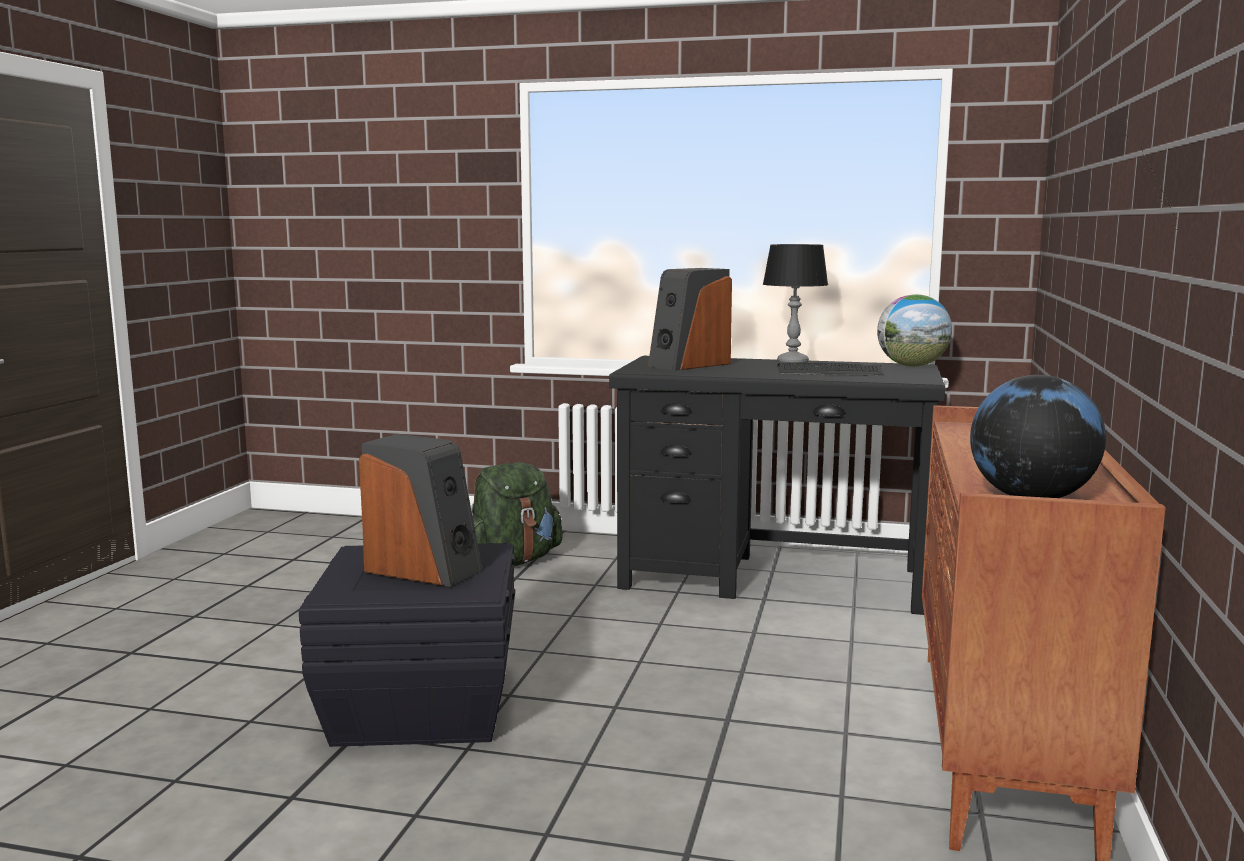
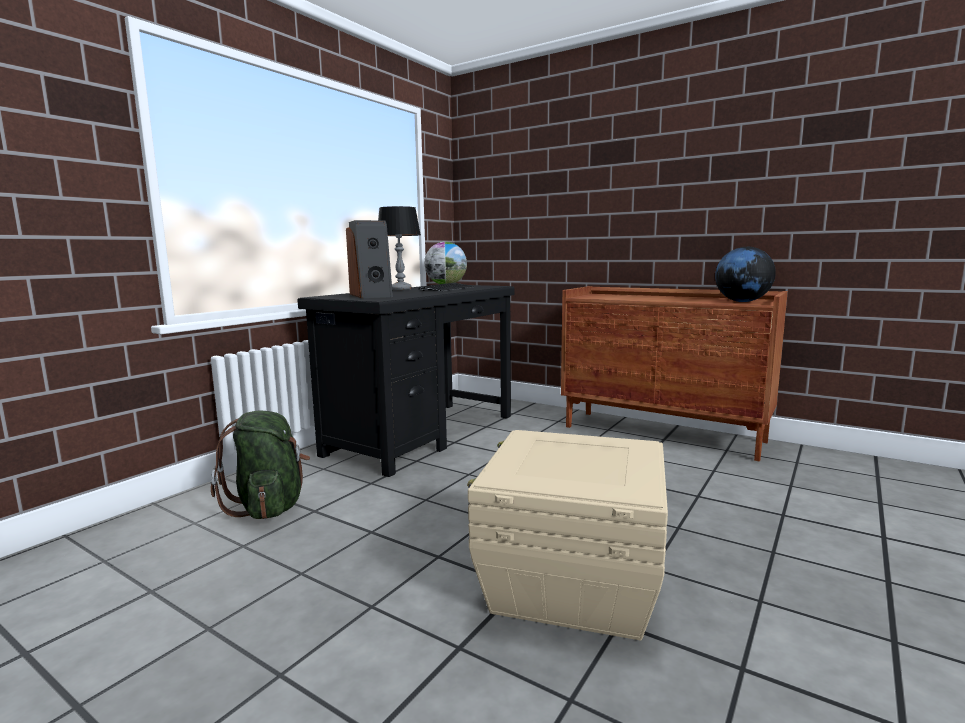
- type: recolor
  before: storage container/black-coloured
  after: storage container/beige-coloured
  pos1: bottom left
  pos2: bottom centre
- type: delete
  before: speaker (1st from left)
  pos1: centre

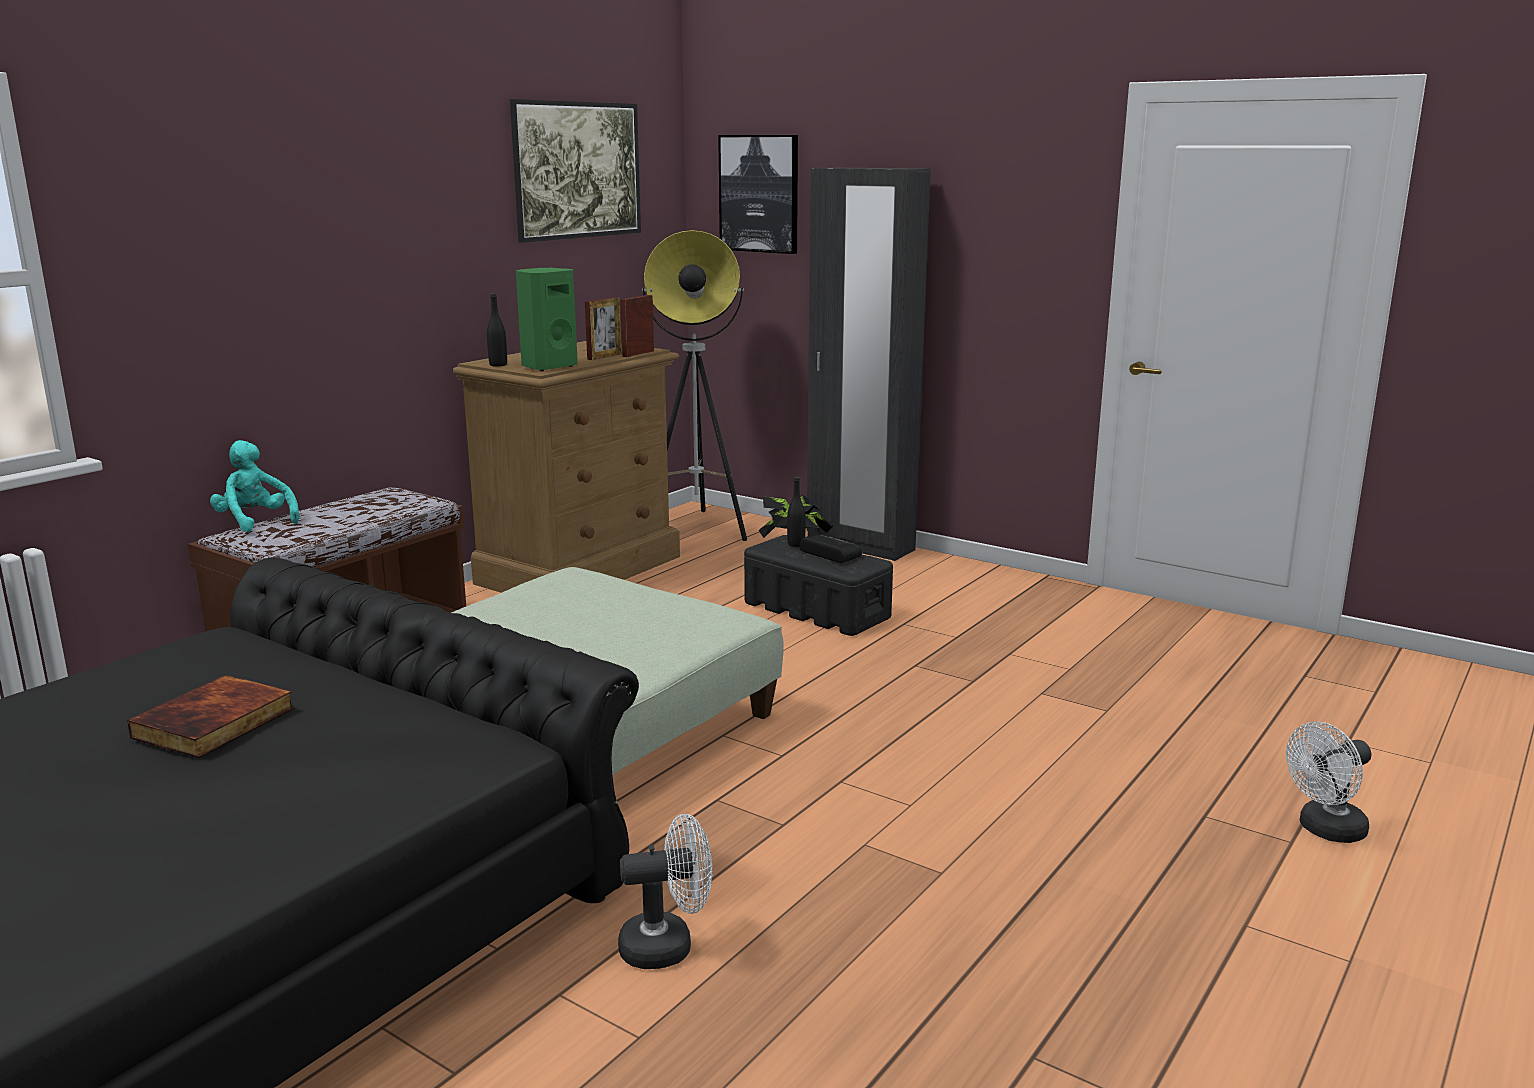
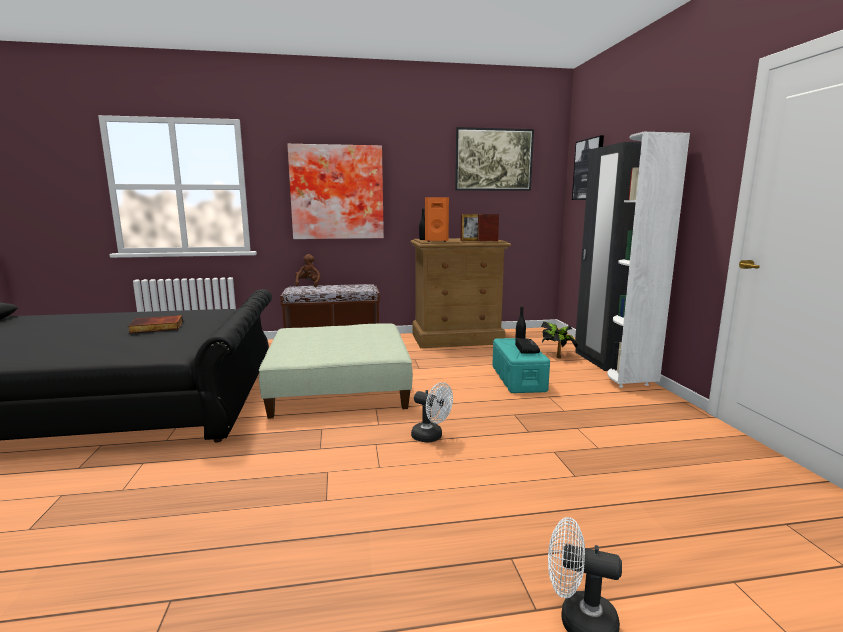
- type: insert
  after: wall picture (1st from left)
  pos2: top centre
- type: recolor
  before: plush toy/turquoise
  after: plush toy/brownish
  pos1: middle left
  pos2: centre
- type: move
  before: electric fan/white (1st from left)
  pos1: bottom centre
  pos2: centre
- type: recolor
  before: speaker/greenish
  after: speaker/orange-coloured
  pos1: top centre
  pos2: centre
- type: recolor
  before: storage container/black-coloured
  after: storage container/turquoise
  pos1: centre
  pos2: centre
- type: insert
  after: bookshelf/white
  pos2: middle right
- type: delete
  before: standard lamp
  pos1: centre

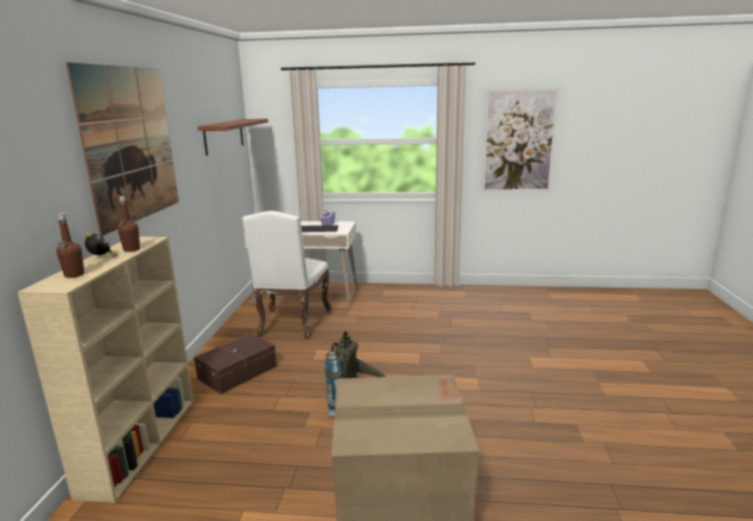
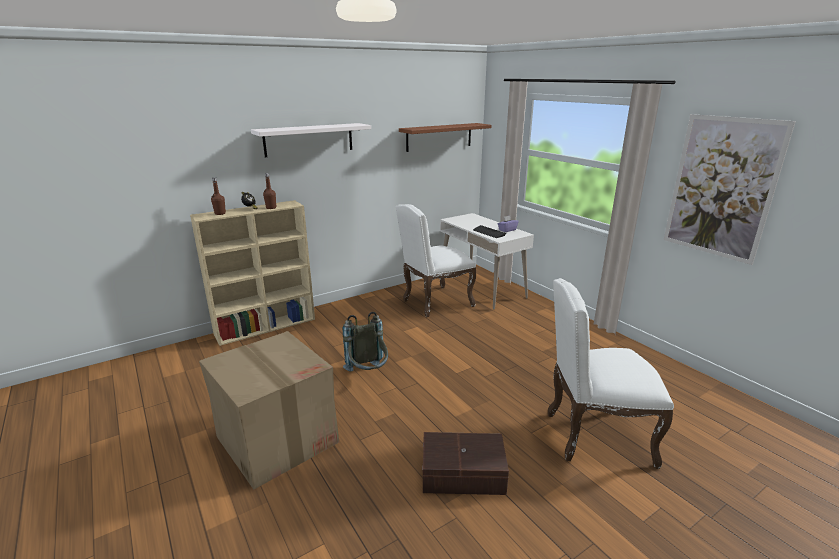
- type: replace
  before: wall picture (1st from left)
  after: bracket shelf/white
  pos1: top left
  pos2: top centre
- type: move
  before: storage container/brownish
  pos1: bottom left
  pos2: bottom centre
- type: insert
  after: chair/white (2nd from left)
  pos2: bottom right

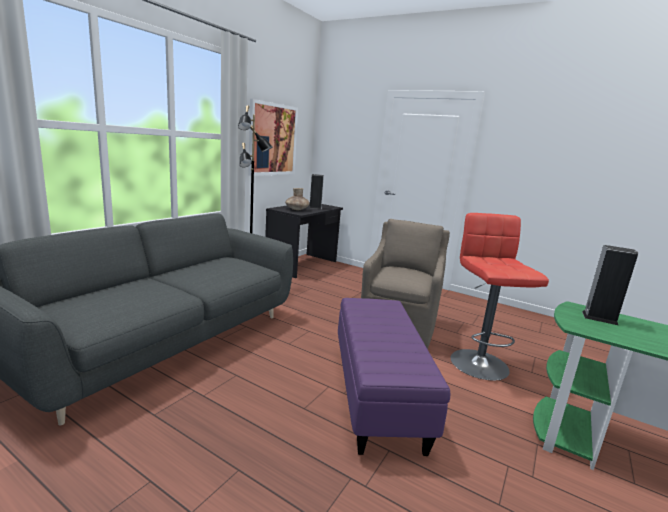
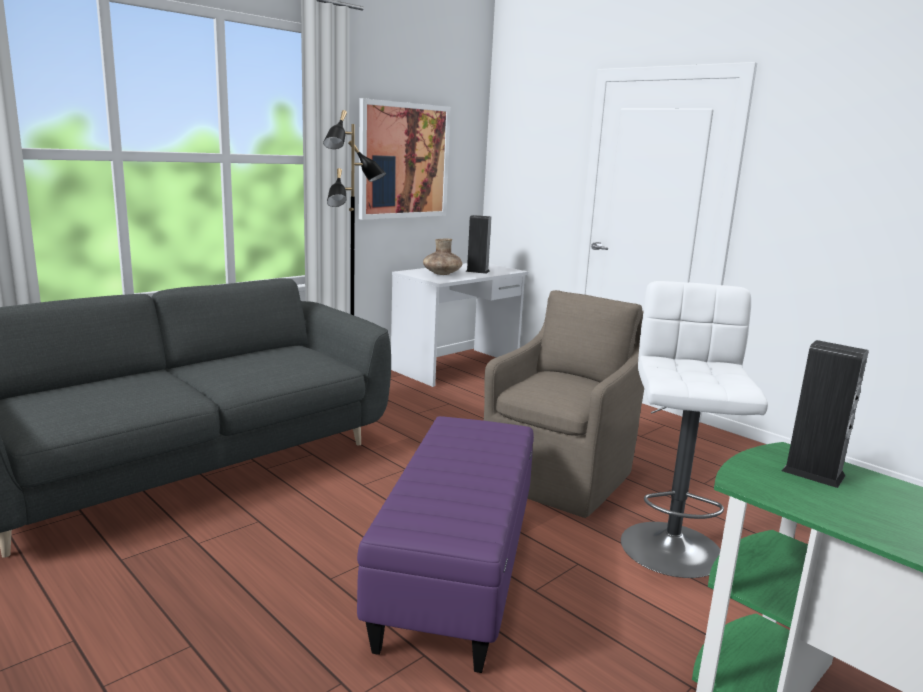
- type: recolor
  before: desk table/black-coloured
  after: desk table/white
  pos1: centre
  pos2: centre
- type: recolor
  before: sitting stool/red-coloured
  after: sitting stool/white
  pos1: middle right
  pos2: middle right

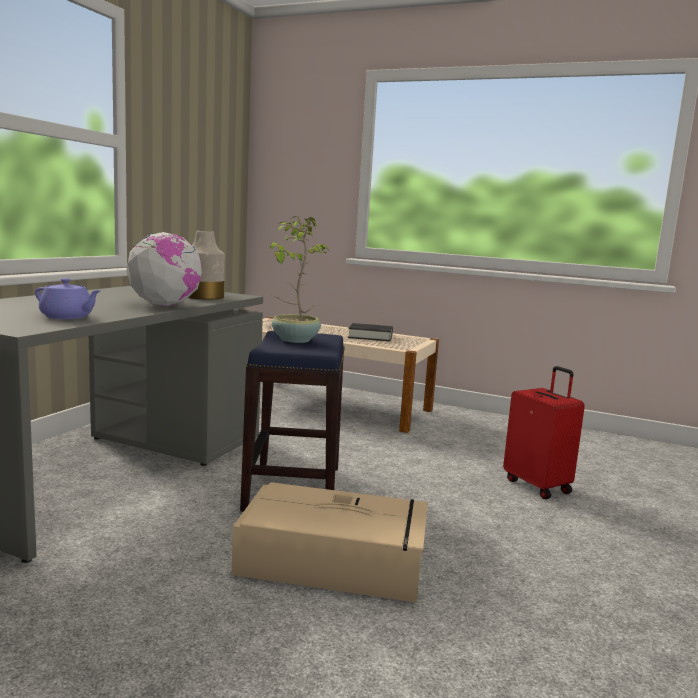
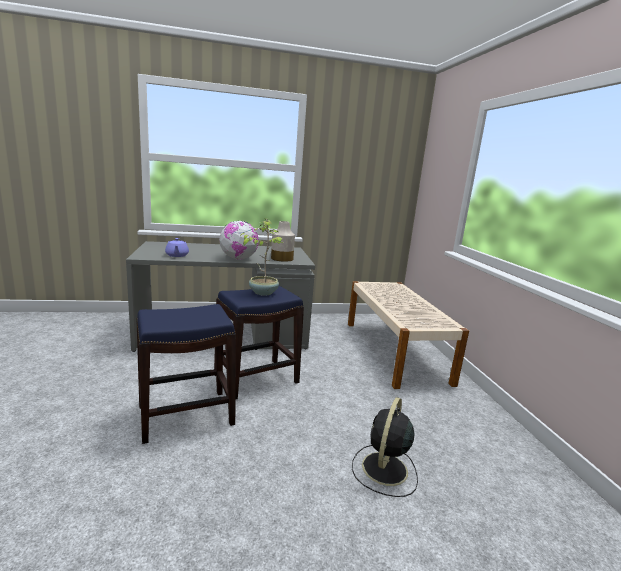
- type: replace
  before: storage container/beige-coloured
  after: sitting stool (1st from left)
  pos1: bottom centre
  pos2: middle left
- type: replace
  before: suitcase/red-coloured
  after: electric fan/black-coloured
  pos1: middle right
  pos2: bottom centre
- type: delete
  before: volume/black-coloured
  pos1: centre

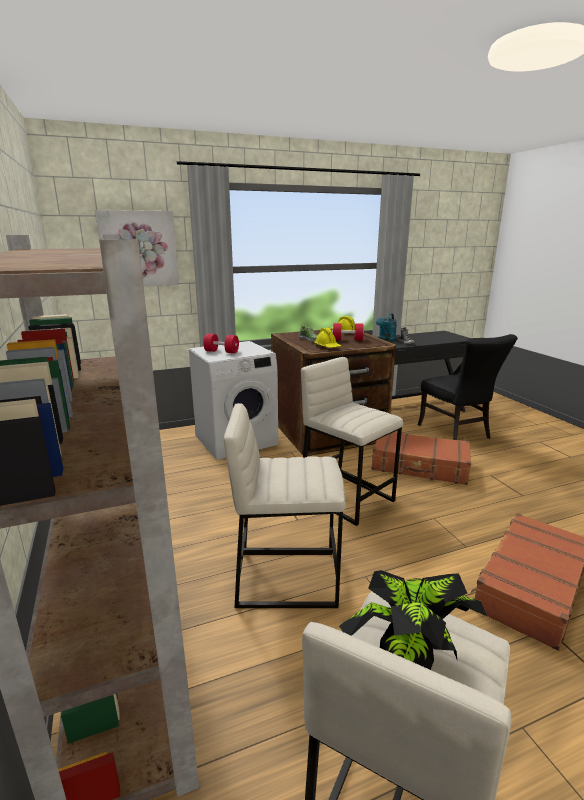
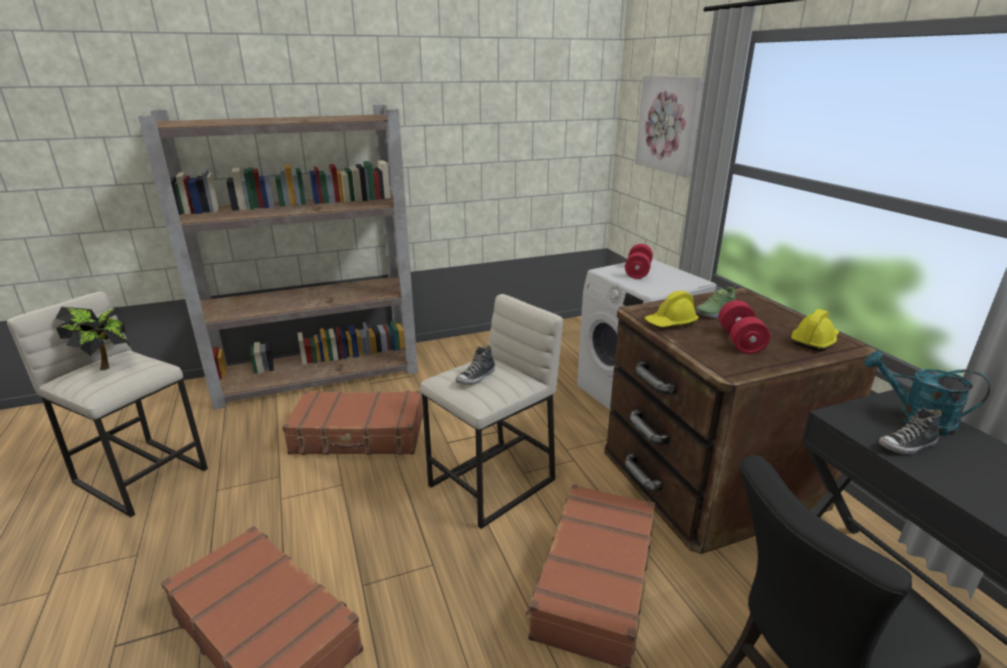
- type: replace
  before: sitting stool/beige-coloured (1st from left)
  after: suitcase/brownish (2nd from left)
  pos1: centre
  pos2: centre
- type: insert
  after: shoe (1st from left)
  pos2: centre

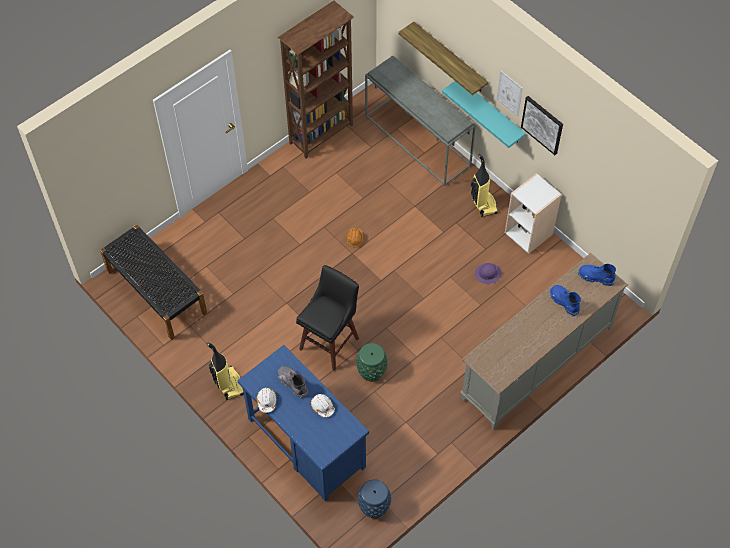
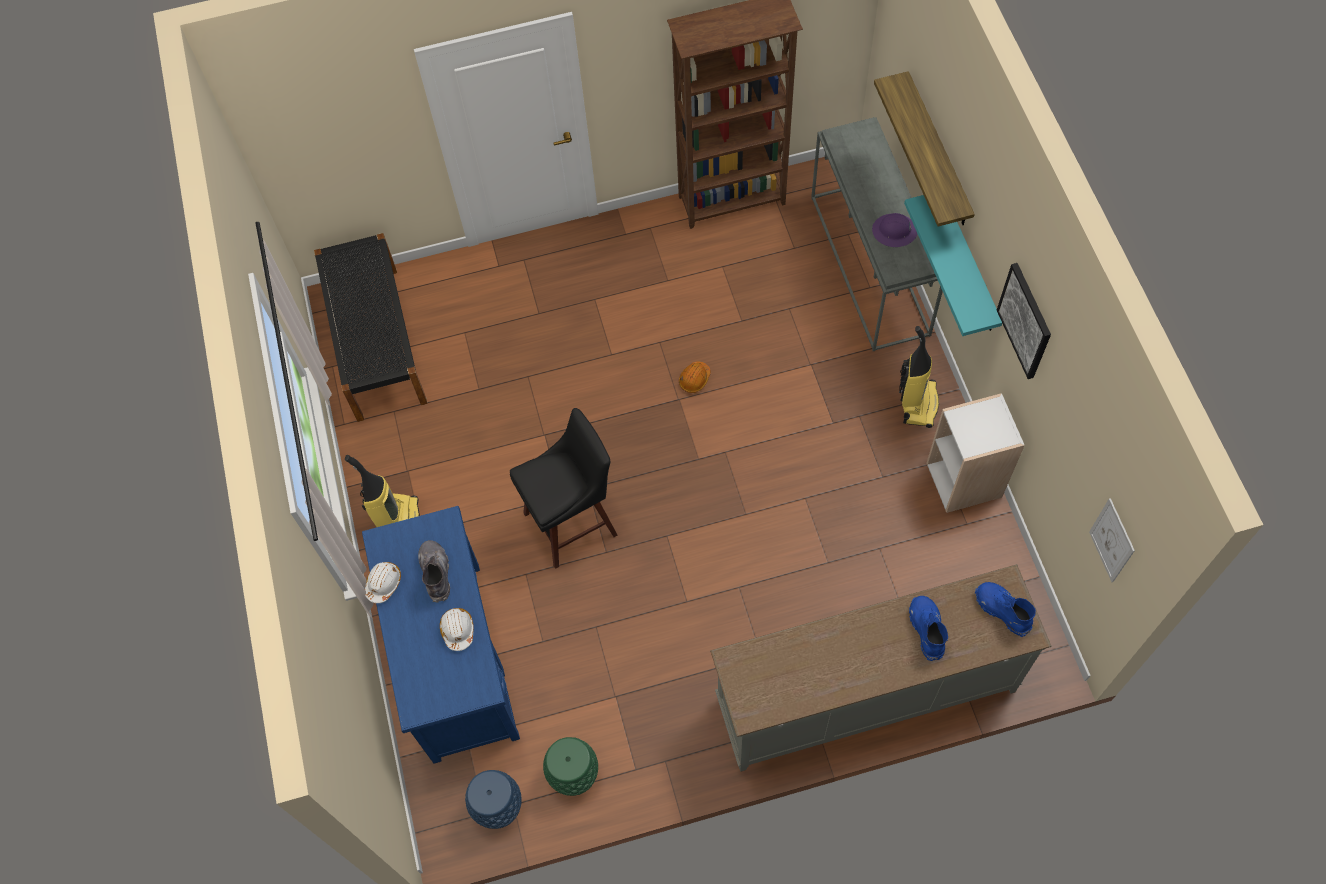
- type: move
  before: sitting stool/greenish
  pos1: centre
  pos2: bottom centre
- type: move
  before: work helmet/purple-coloured
  pos1: middle right
  pos2: top right
- type: move
  before: wall picture (1st from left in the first image)
  after: wall picture (2nd from left)
  pos1: top right
  pos2: middle right

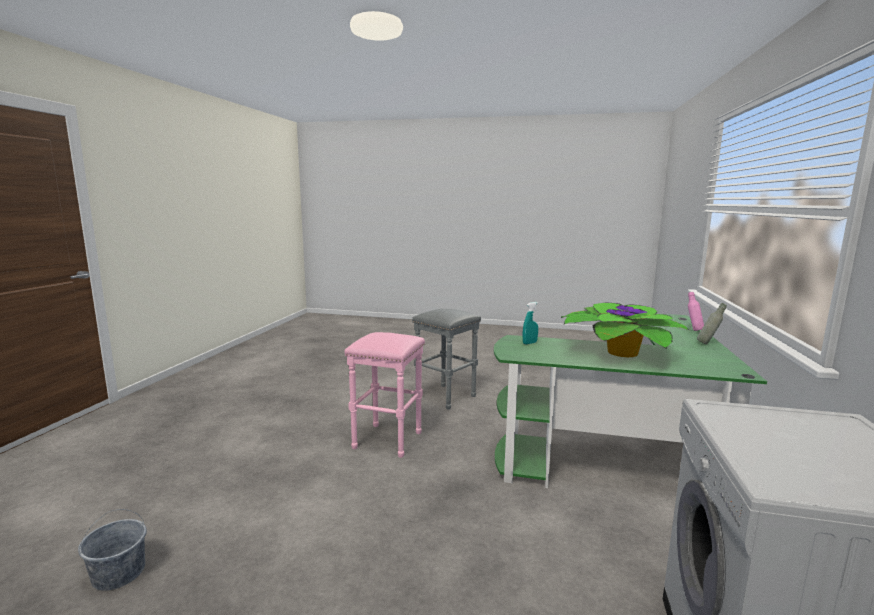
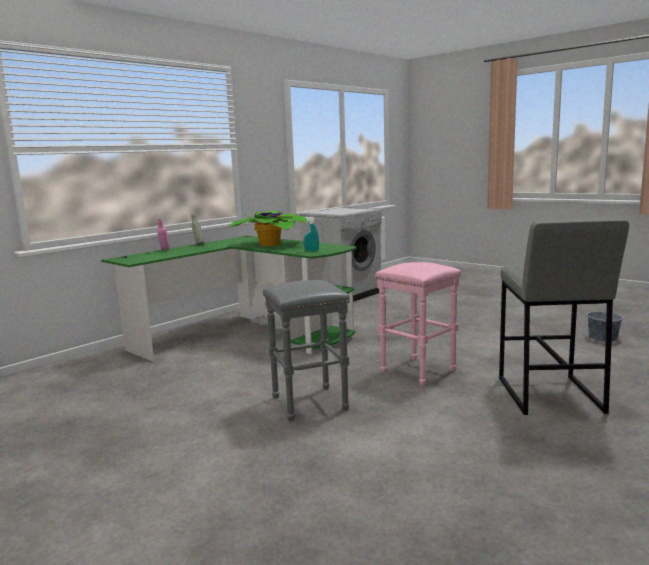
- type: insert
  after: sitting stool/gray (2nd from left)
  pos2: middle right

